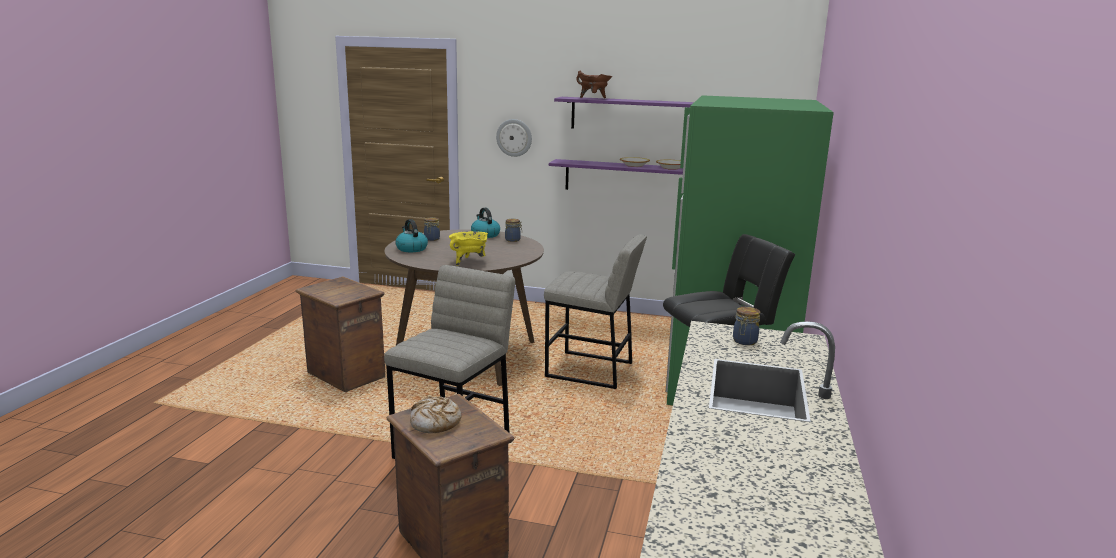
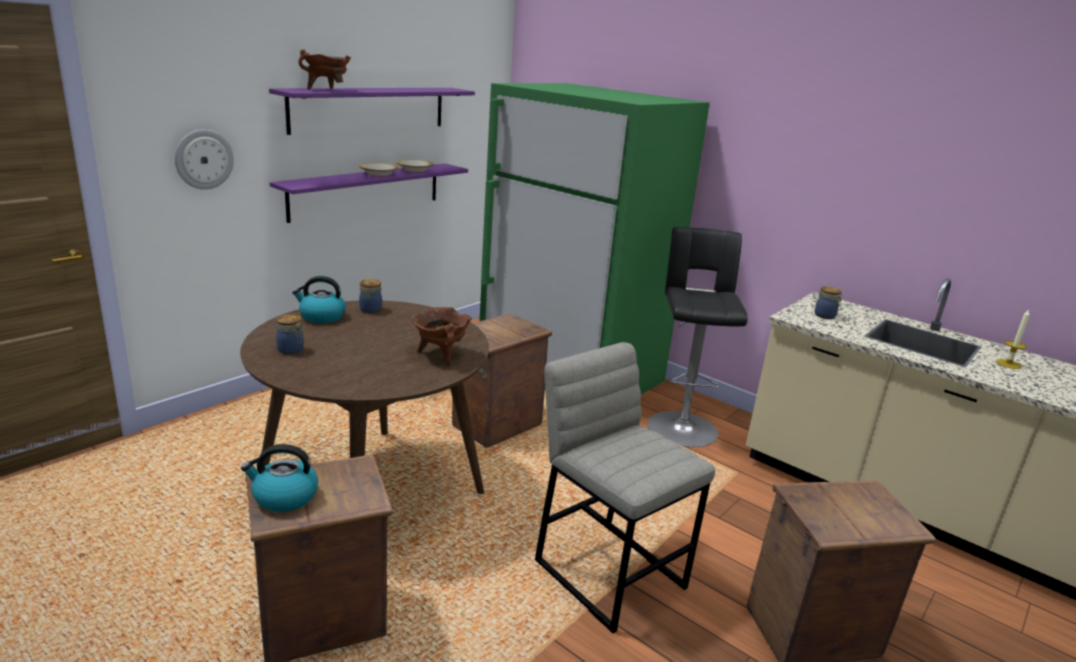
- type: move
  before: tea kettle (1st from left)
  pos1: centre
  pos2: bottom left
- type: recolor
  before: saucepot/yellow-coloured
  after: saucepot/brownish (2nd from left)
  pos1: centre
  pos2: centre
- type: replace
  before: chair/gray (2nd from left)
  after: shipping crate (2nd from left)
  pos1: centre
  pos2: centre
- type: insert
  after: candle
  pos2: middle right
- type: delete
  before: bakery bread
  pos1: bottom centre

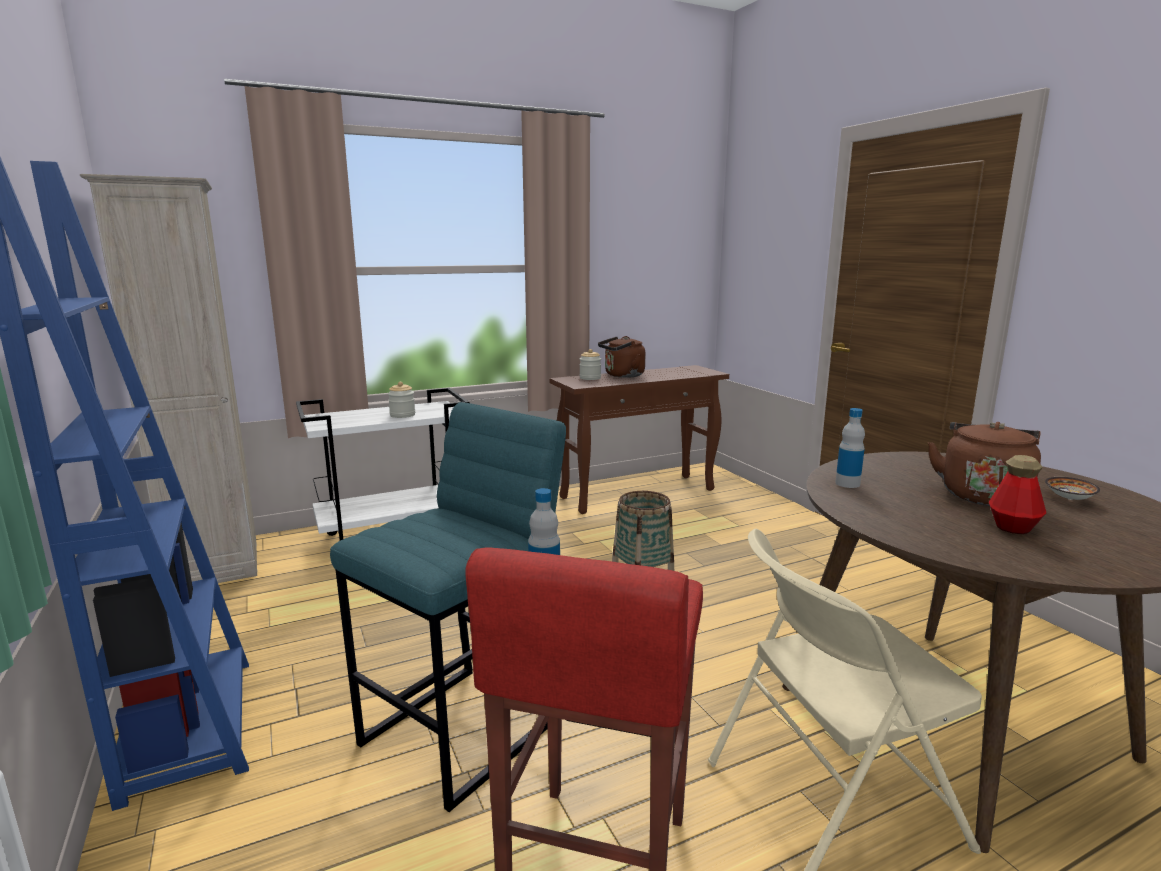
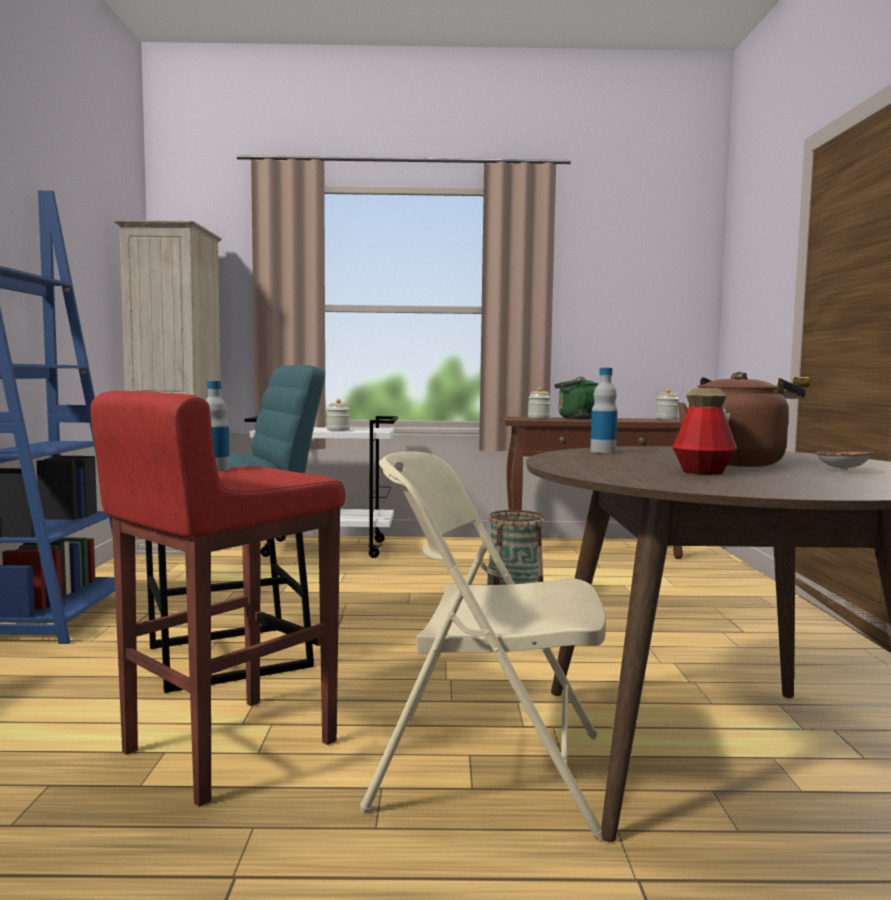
- type: recolor
  before: tea kettle/brownish (1st from left)
  after: tea kettle/greenish
  pos1: centre
  pos2: centre
- type: insert
  after: preserve jar (3rd from left)
  pos2: middle right

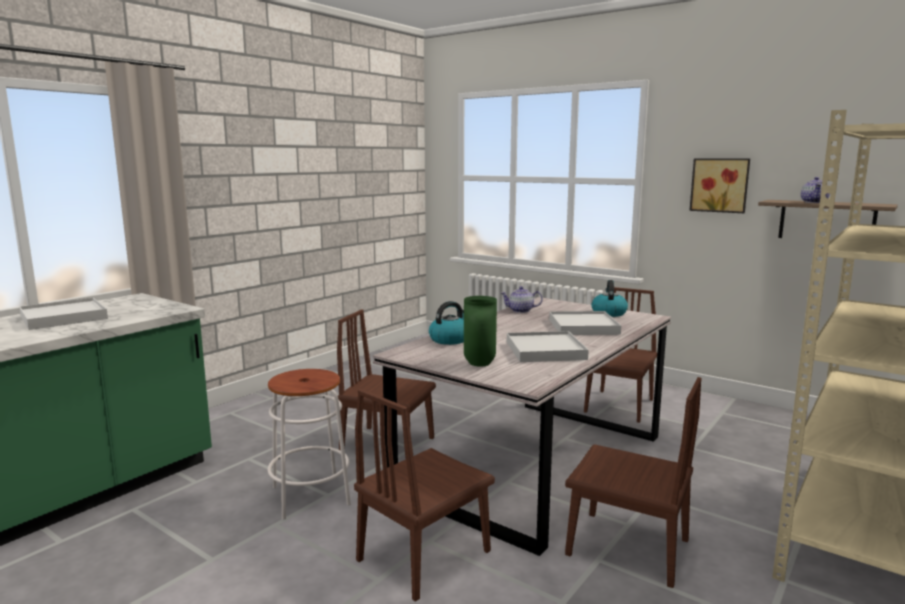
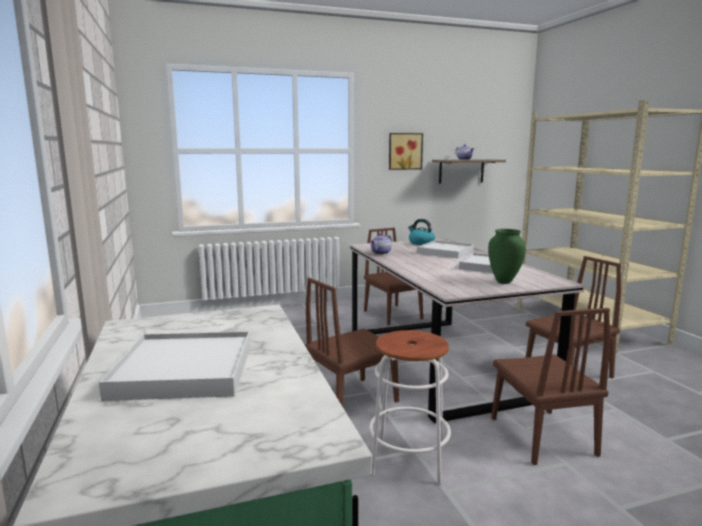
- type: delete
  before: tea kettle (1st from left)
  pos1: centre

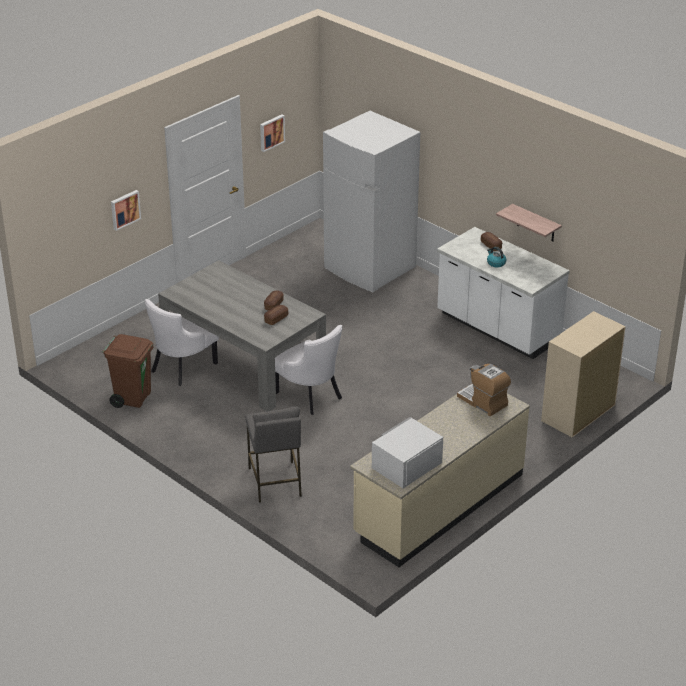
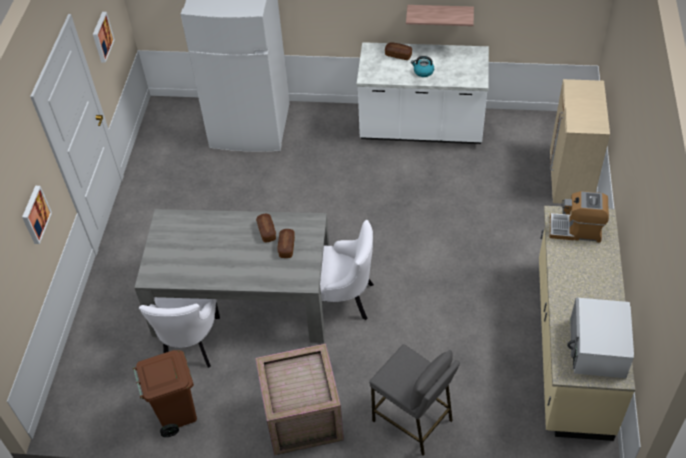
- type: insert
  after: shipping crate
  pos2: bottom centre

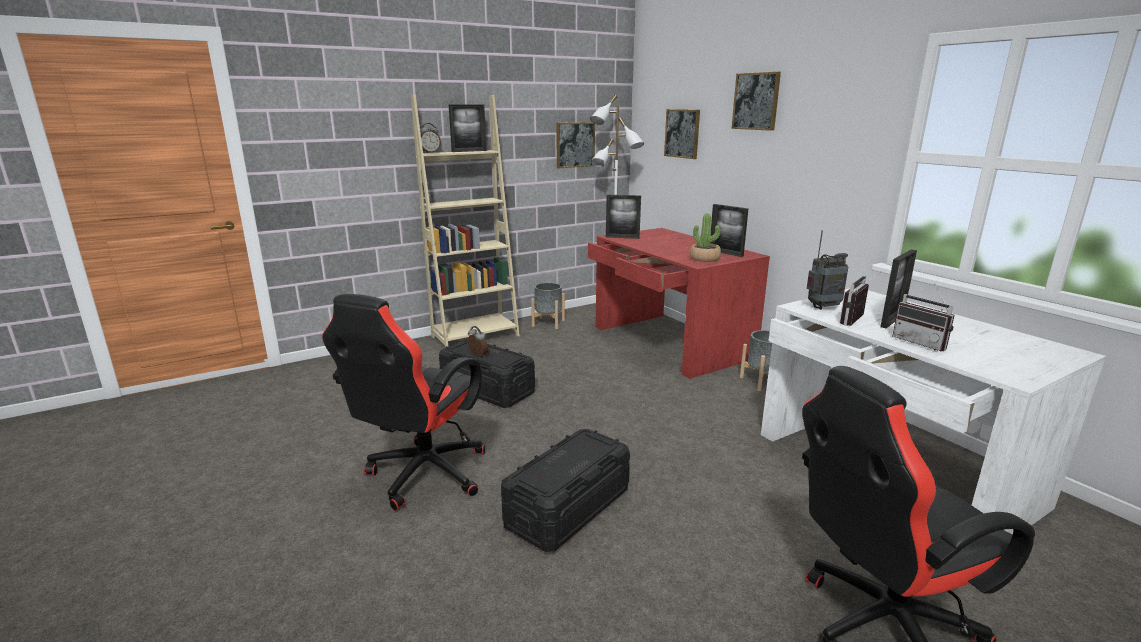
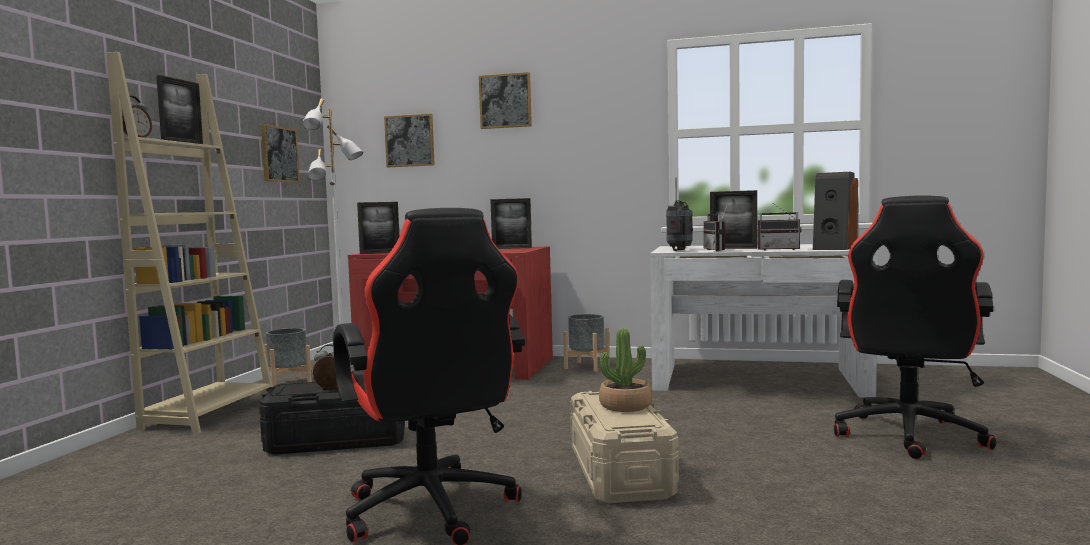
- type: recolor
  before: storage container/black-coloured (2nd from left)
  after: storage container/beige-coloured
  pos1: bottom centre
  pos2: bottom centre
- type: move
  before: plant in a pot
  pos1: centre
  pos2: bottom centre
- type: rotate
  before: standing frame (4th from left)
  pos1: middle right
  pos2: middle right
  turn: 120
- type: insert
  after: speaker
  pos2: middle right

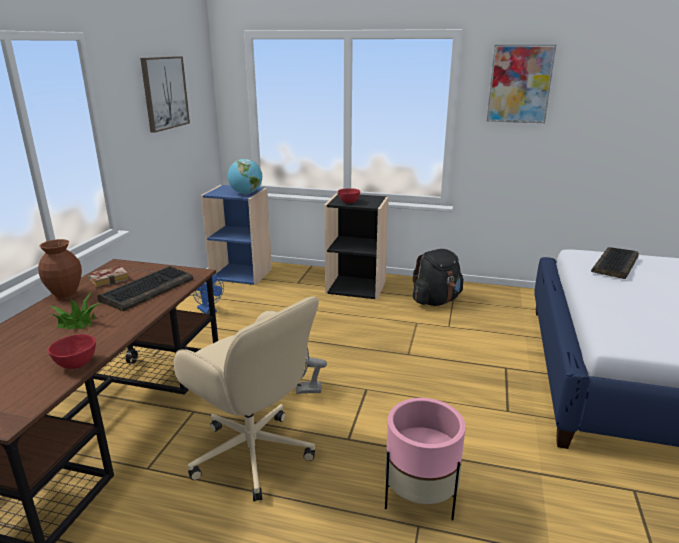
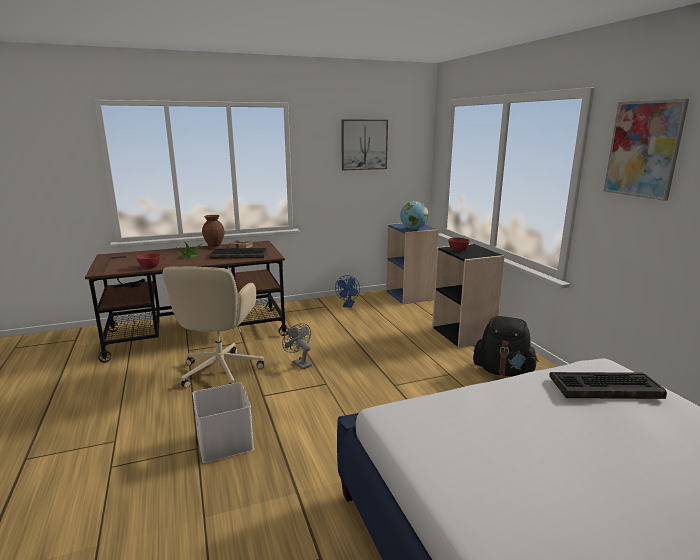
- type: replace
  before: plant pot/pinkish
  after: storage container/white
  pos1: bottom centre
  pos2: bottom left

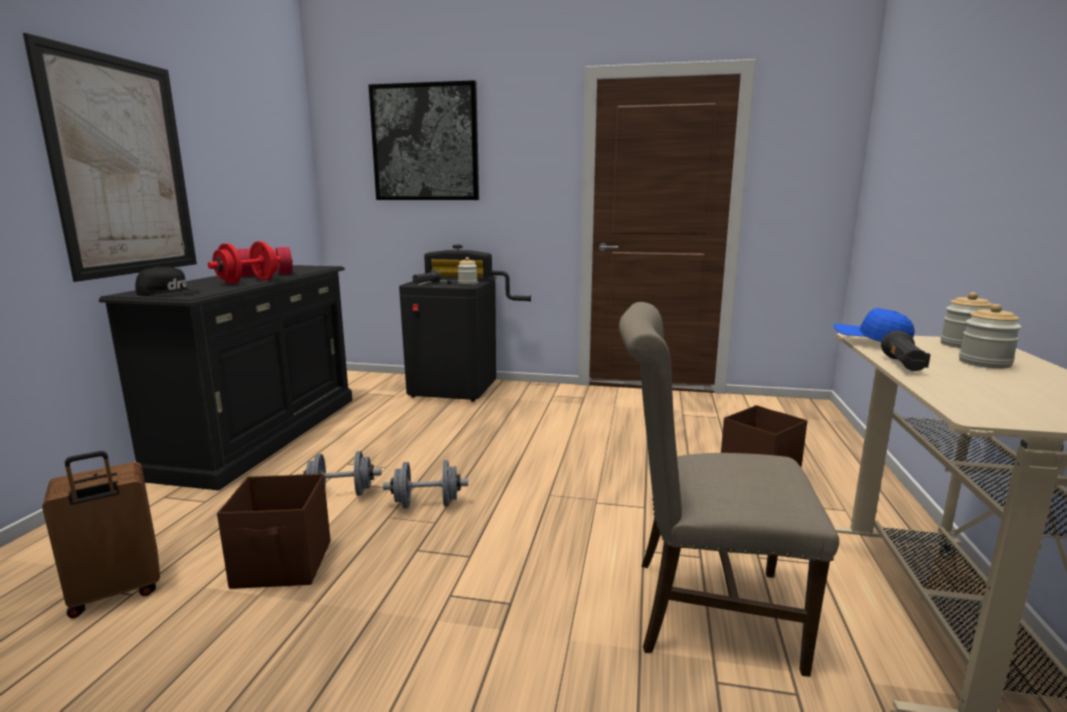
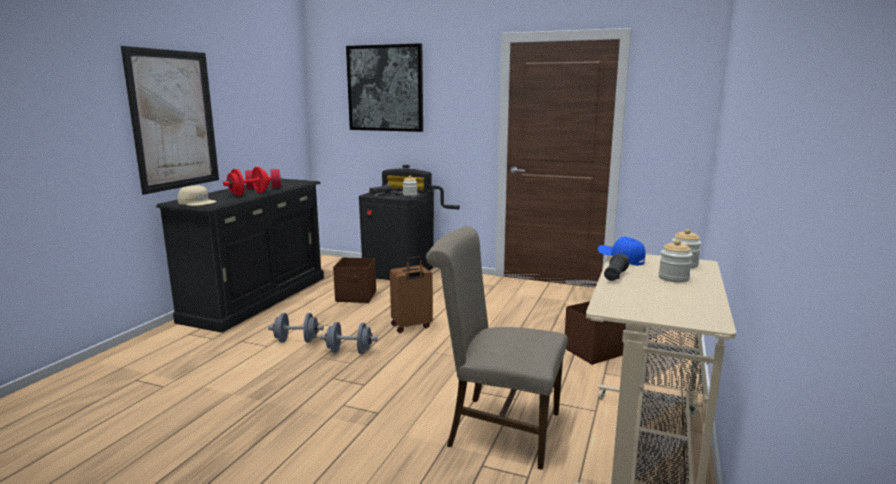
- type: recolor
  before: peaked cap/black-coloured
  after: peaked cap/beige-coloured
  pos1: middle left
  pos2: middle left
- type: move
  before: storage container/brownish (1st from left)
  pos1: bottom left
  pos2: centre
- type: move
  before: suitcase/brownish
  pos1: bottom left
  pos2: centre

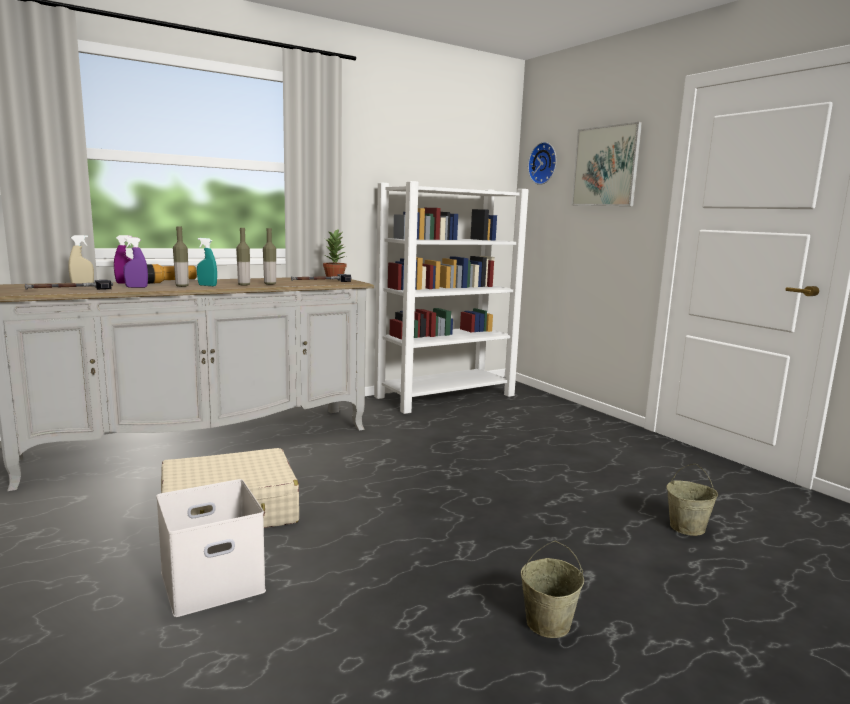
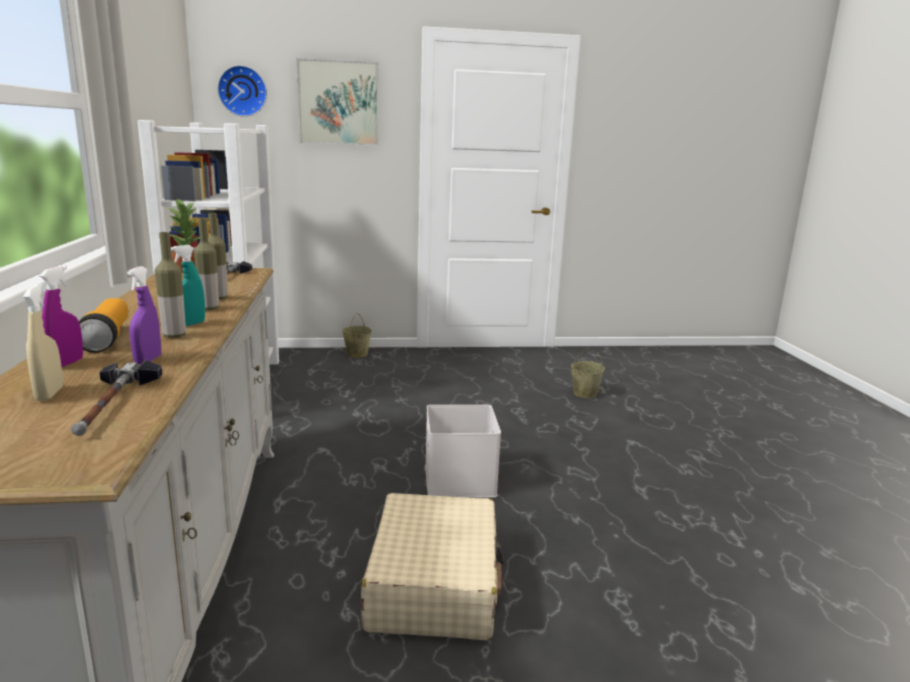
- type: move
  before: water bucket/beige-coloured (1st from left)
  pos1: bottom centre
  pos2: centre
- type: move
  before: storage container/white
  pos1: bottom left
  pos2: centre

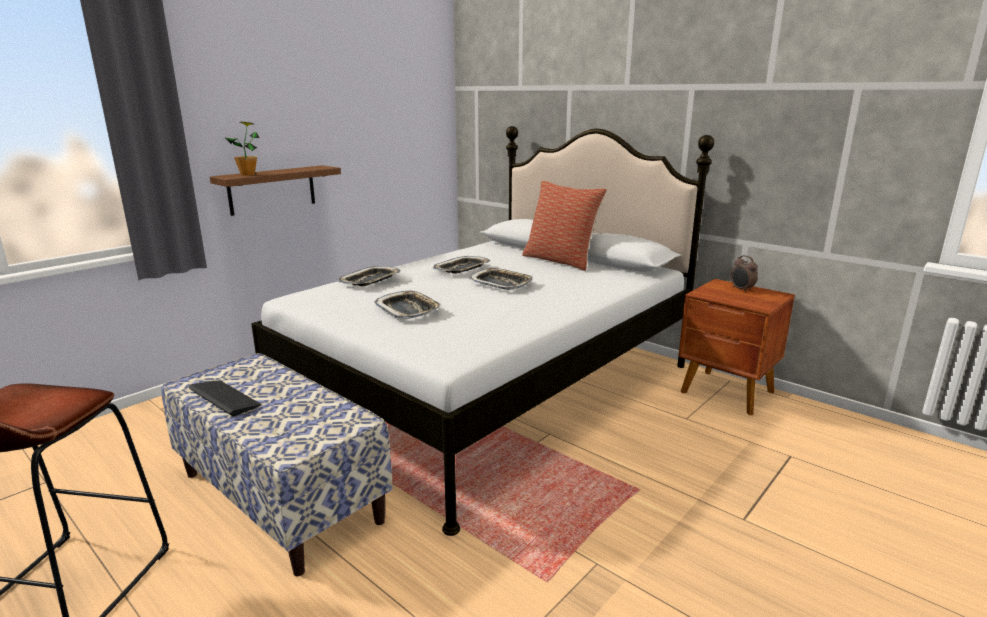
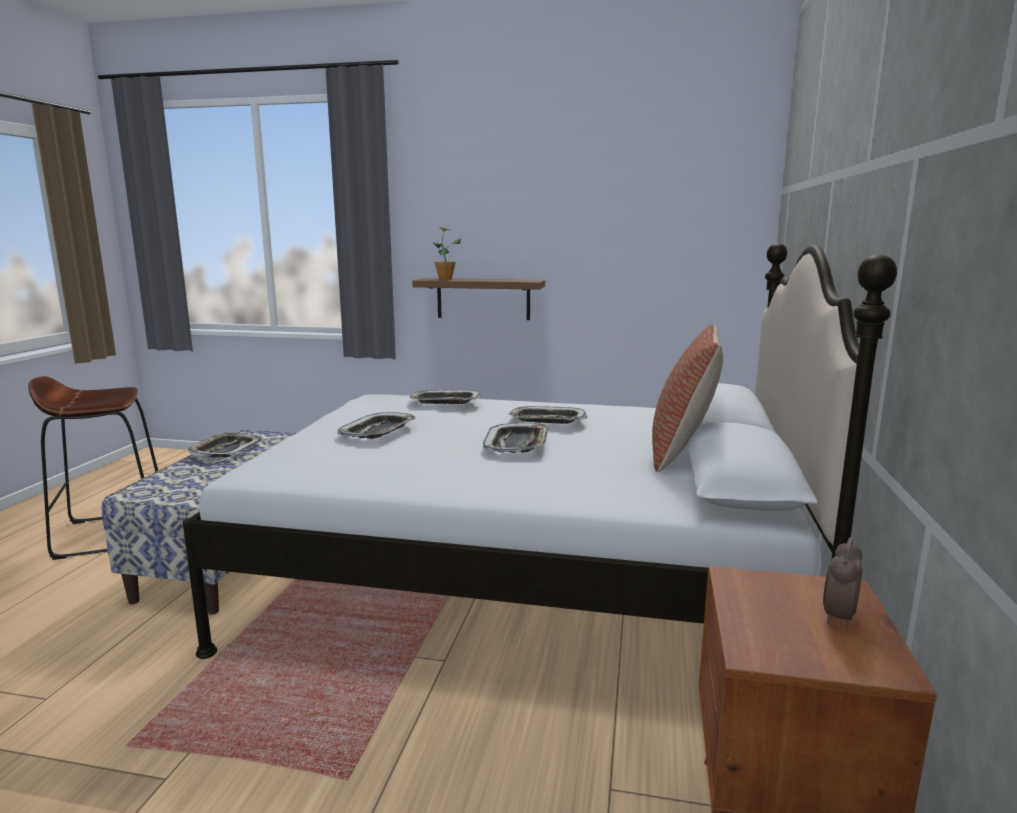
- type: replace
  before: PC keyboard
  after: tray (1st from left)
  pos1: middle left
  pos2: middle left

